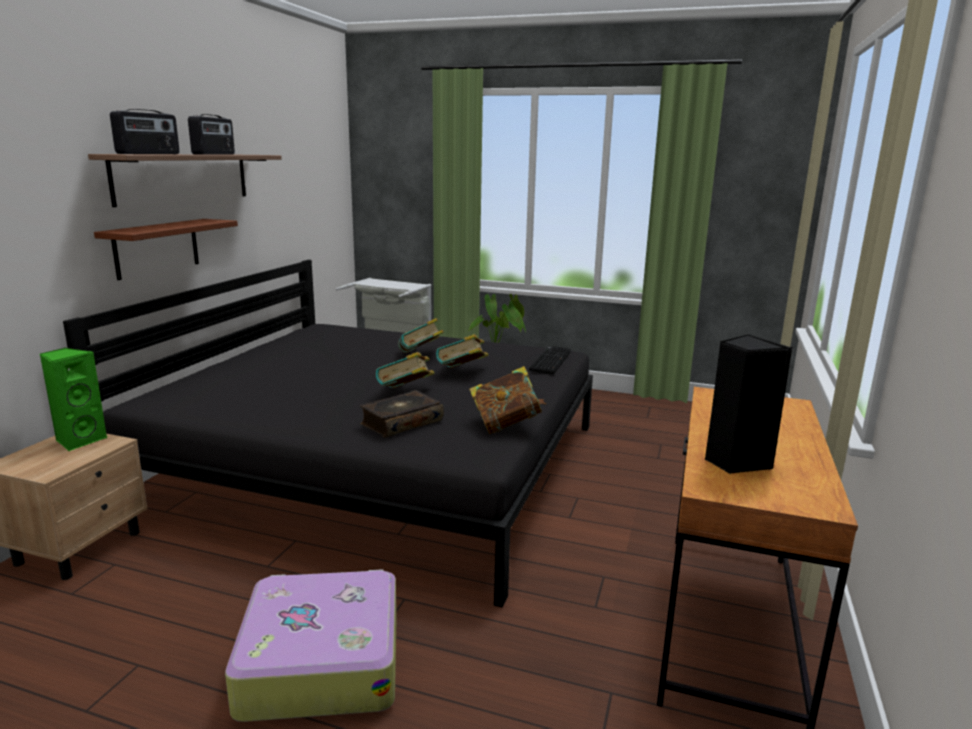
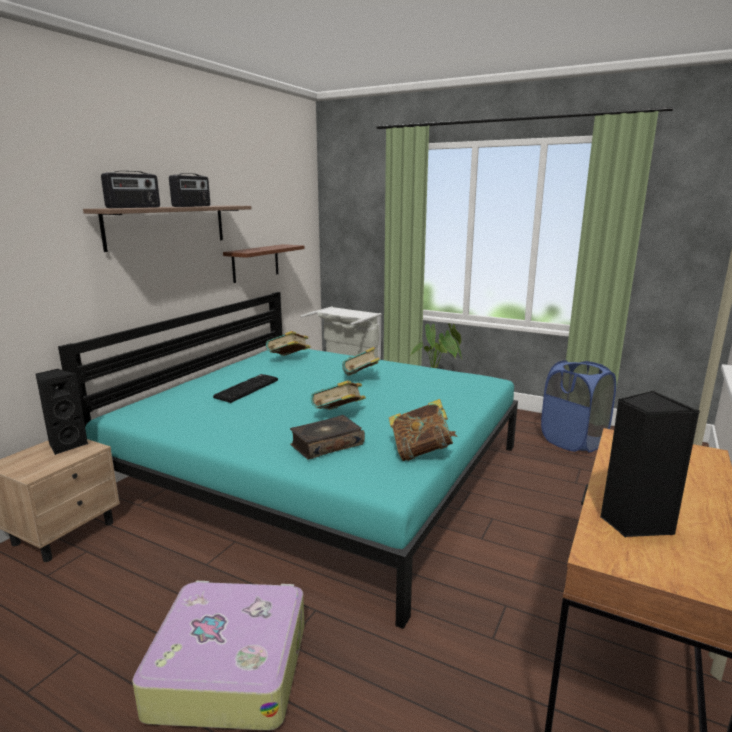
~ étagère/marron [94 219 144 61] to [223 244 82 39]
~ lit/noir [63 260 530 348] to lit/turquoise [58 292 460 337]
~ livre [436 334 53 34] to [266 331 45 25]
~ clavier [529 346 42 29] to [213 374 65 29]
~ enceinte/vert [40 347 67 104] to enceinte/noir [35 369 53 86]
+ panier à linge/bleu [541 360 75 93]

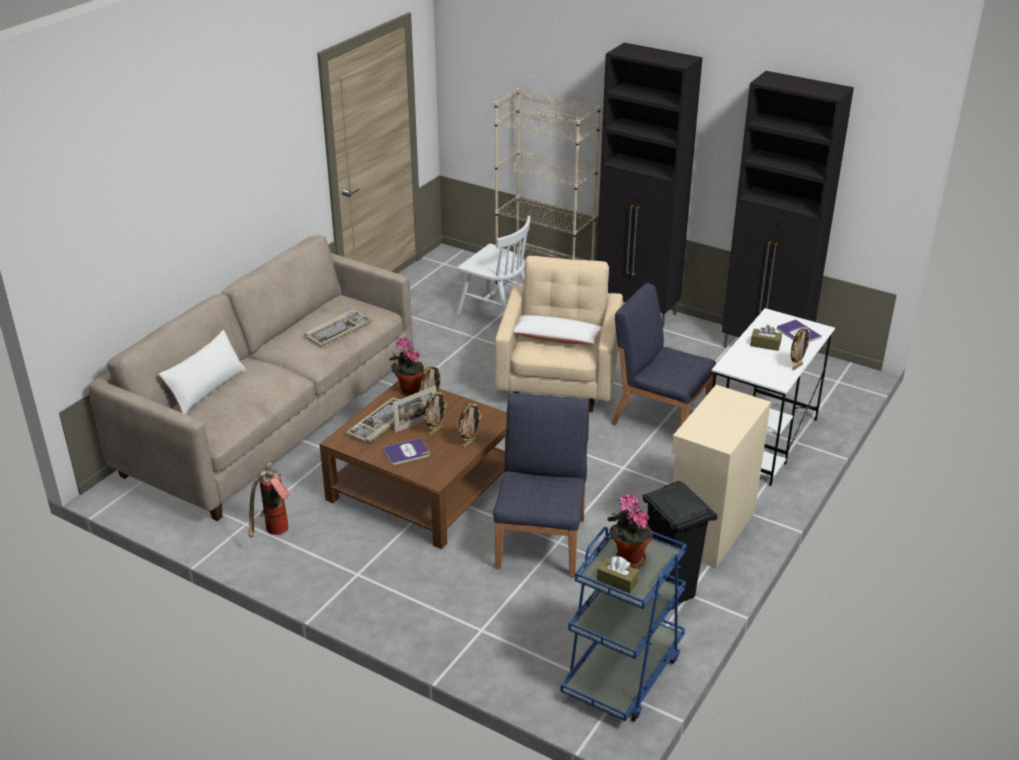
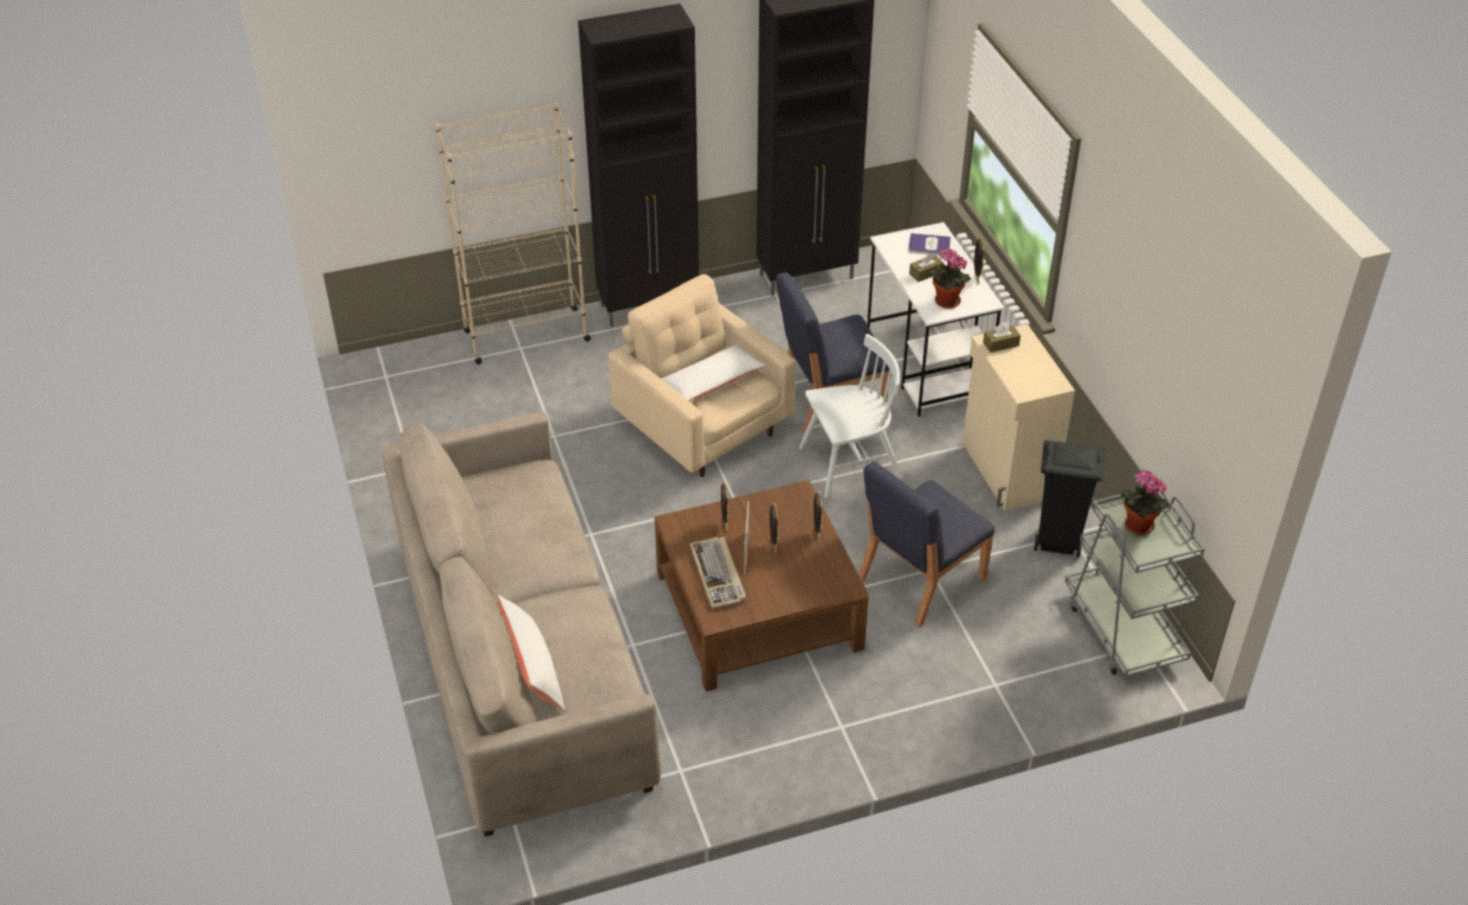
~ chaise/blanc [456 216 74 99] to [799 334 104 164]
- clavier [304 310 68 36]
~ plante en pot [389 338 35 58] to [929 248 42 61]
~ chaise/bleu [493 393 96 184] = [859 462 136 166] 90 degrees counterclockwise
- livre [383 438 47 27]
- extincteur [249 461 41 77]
~ chariot/bleu [560 523 127 199] to chariot/gris [1065 492 140 185]
~ boîte à mouchoirs/marron [597 556 42 37] to [983 322 38 31]

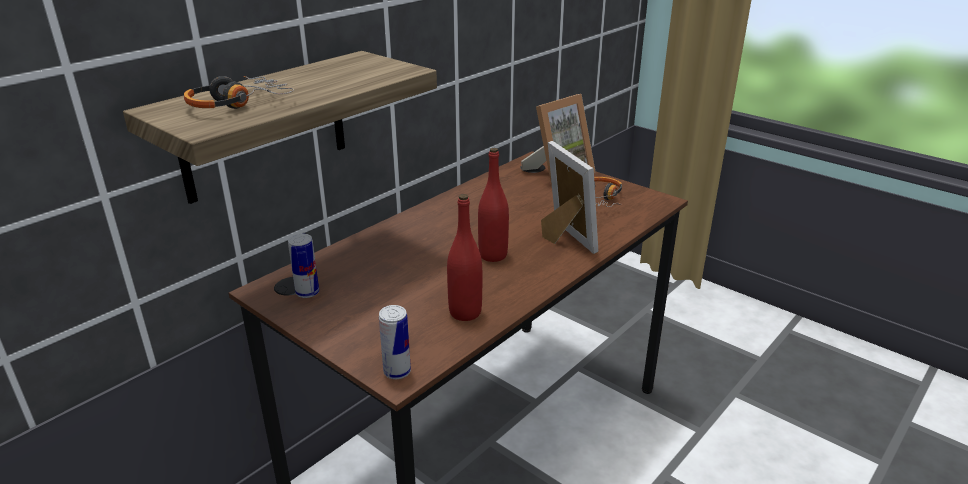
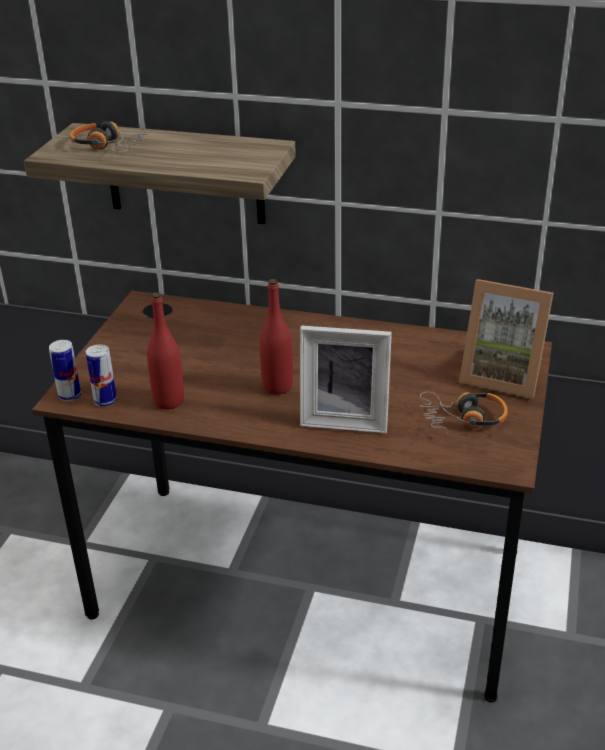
~ cadre photo [541 141 57 113] = [300 325 92 108] 60 degrees clockwise
~ boîte métallique [288 234 31 64] to [86 345 31 62]

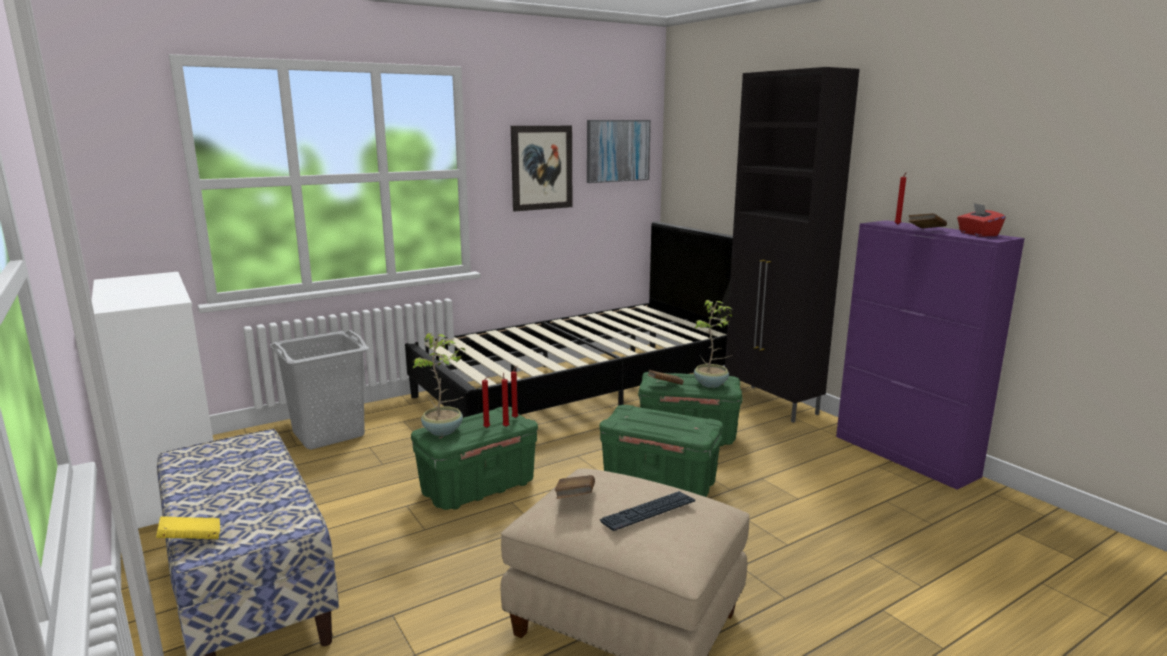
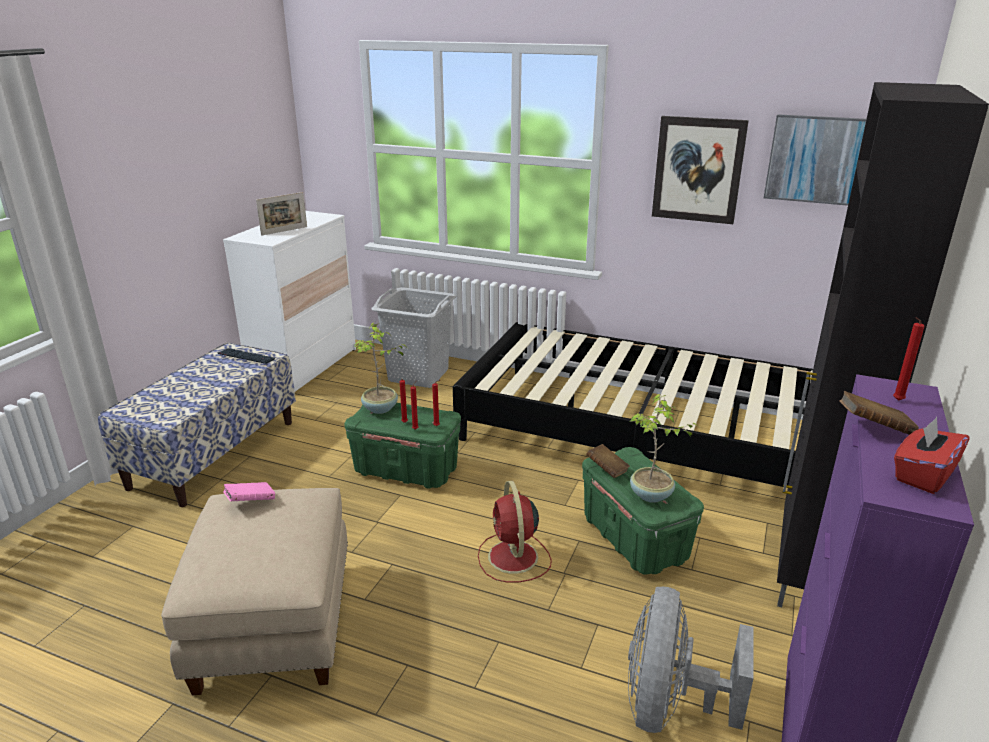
~ boîte de rangement/vert [599 405 124 92] to ventilateur/rouge [478 481 74 102]
~ livre/marron [554 475 41 24] to livre/rose [223 482 52 19]
~ clavier [600 491 95 40] to [218 348 57 16]
- livre/jaune [156 516 64 23]
+ cadre photo [256 192 51 44]
+ ventilateur/gris [628 587 126 146]

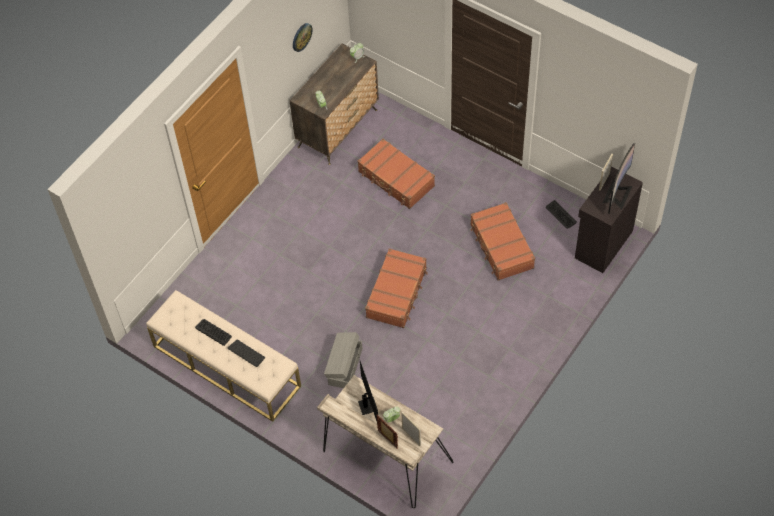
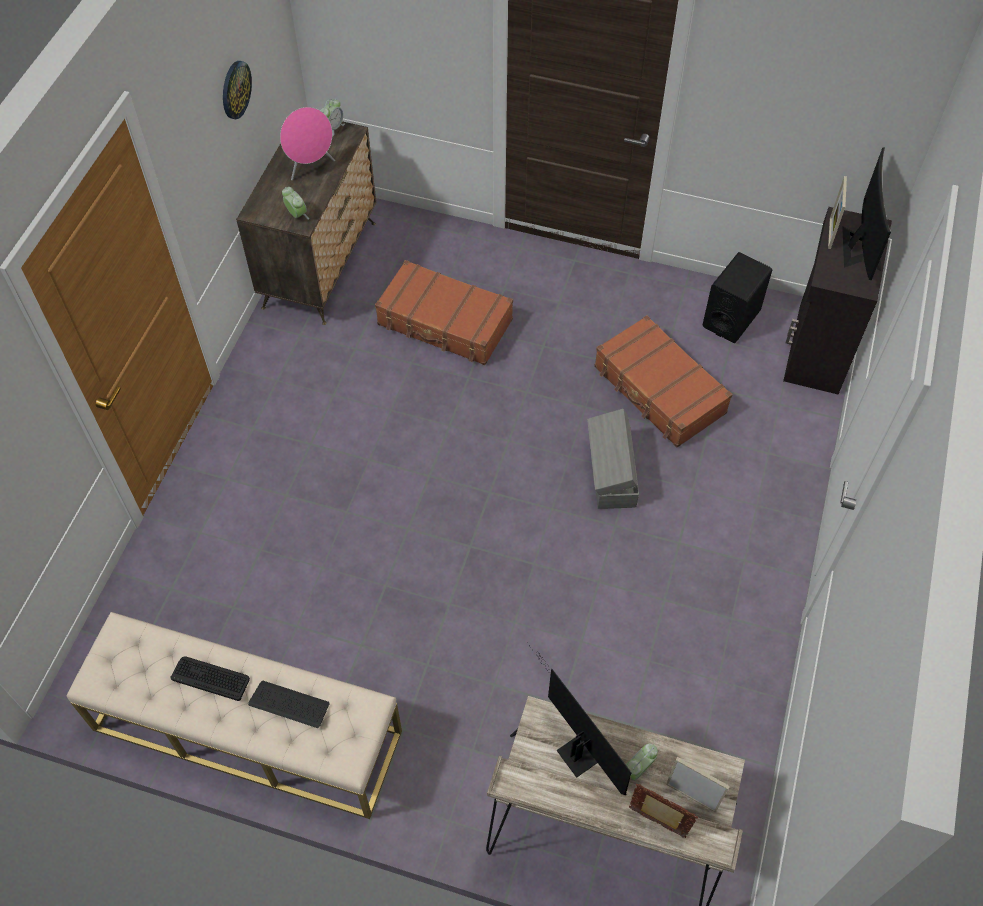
~ clavier [546 200 31 29] to enceinte/noir [702 252 70 91]
- valise/marron [365 248 63 80]
~ boîte de rangement/gris [324 332 38 56] to [587 409 52 100]
+ enceinte/rose [280 107 55 73]

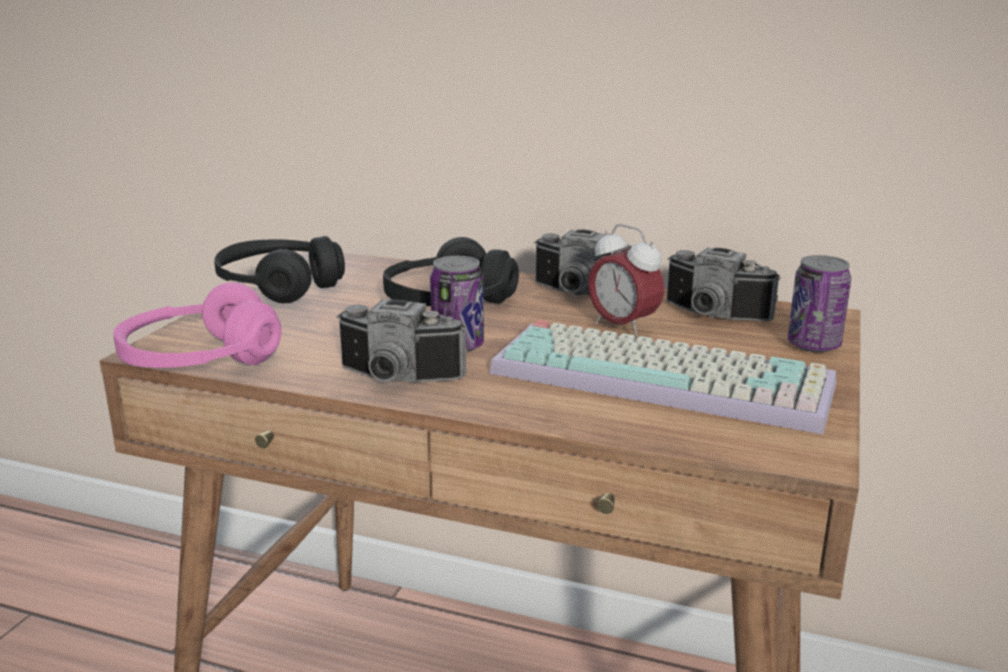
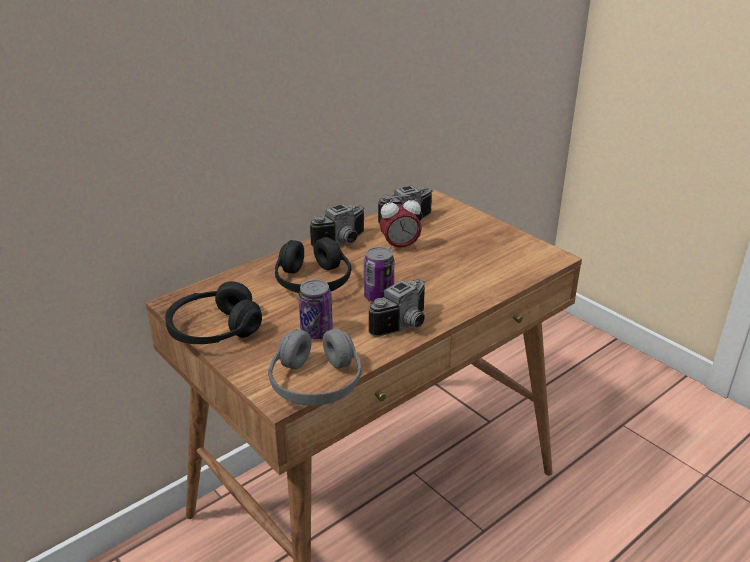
~ boîte métallique [788 255 63 98] to [298 279 35 61]
~ casque audio/rose [113 282 168 86] to casque audio/gris [268 328 94 78]
- clavier [489 320 347 114]

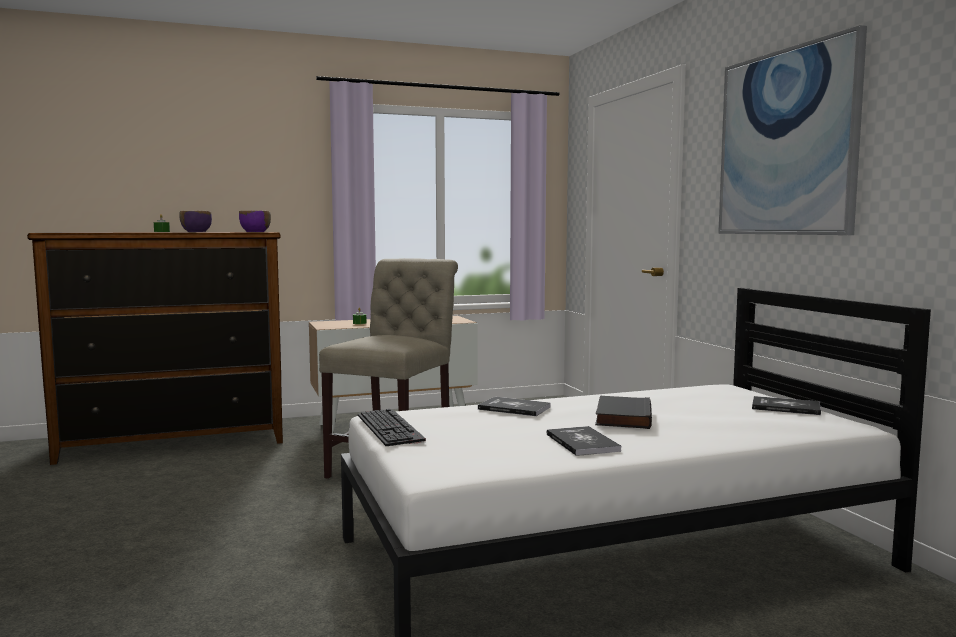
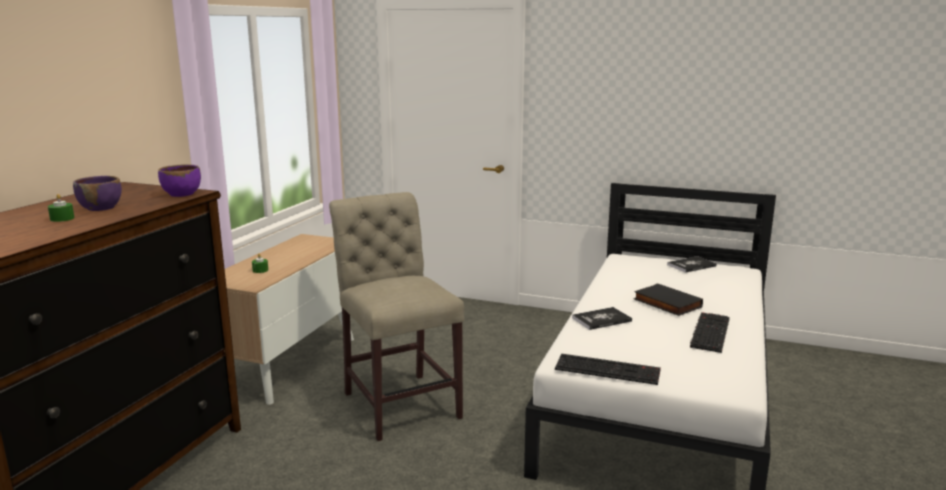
- tableau [718 25 149 210]
~ livre [546 426 75 30] to clavier [690 312 40 41]

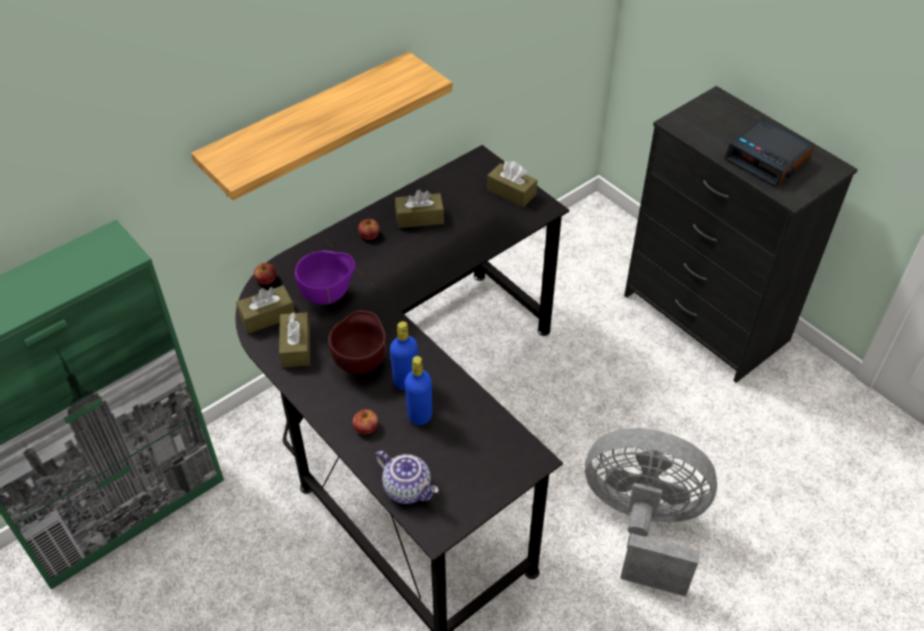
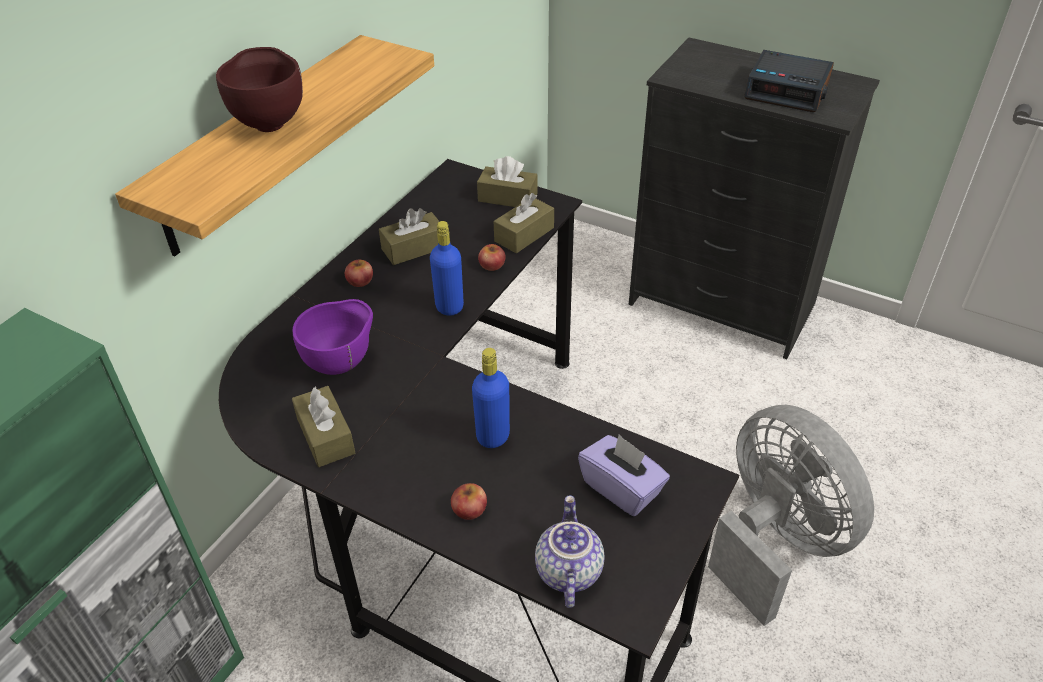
~ pomme [254 263 23 22] to [478 244 28 27]
~ boîte à mouchoirs/marron [236 285 59 49] to [493 193 61 60]
~ bol/marron [329 310 58 64] to [216 47 87 85]
~ bouteille/bleu [405 356 27 69] to [430 221 34 95]
~ ventilateur/gris [585 428 132 169] = [708 405 166 221] 60 degrees clockwise
~ théière [375 451 64 53] = [535 495 70 113] 105 degrees counterclockwise
+ boîte à mouchoirs/violet [578 434 92 82]

